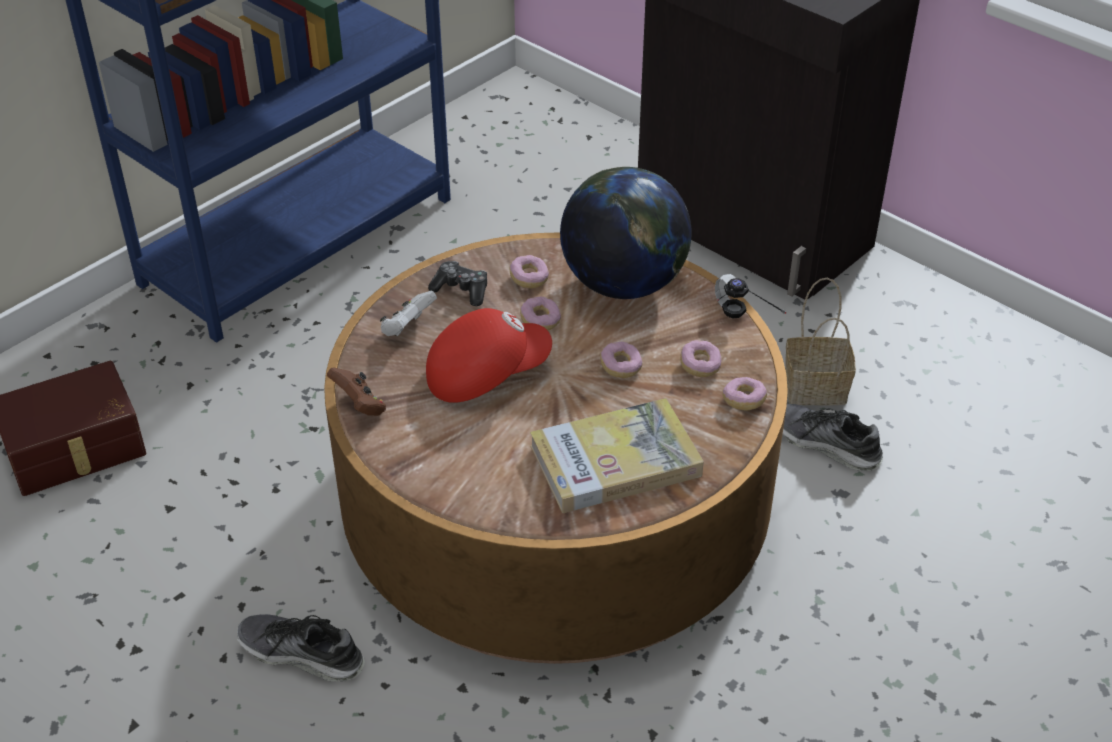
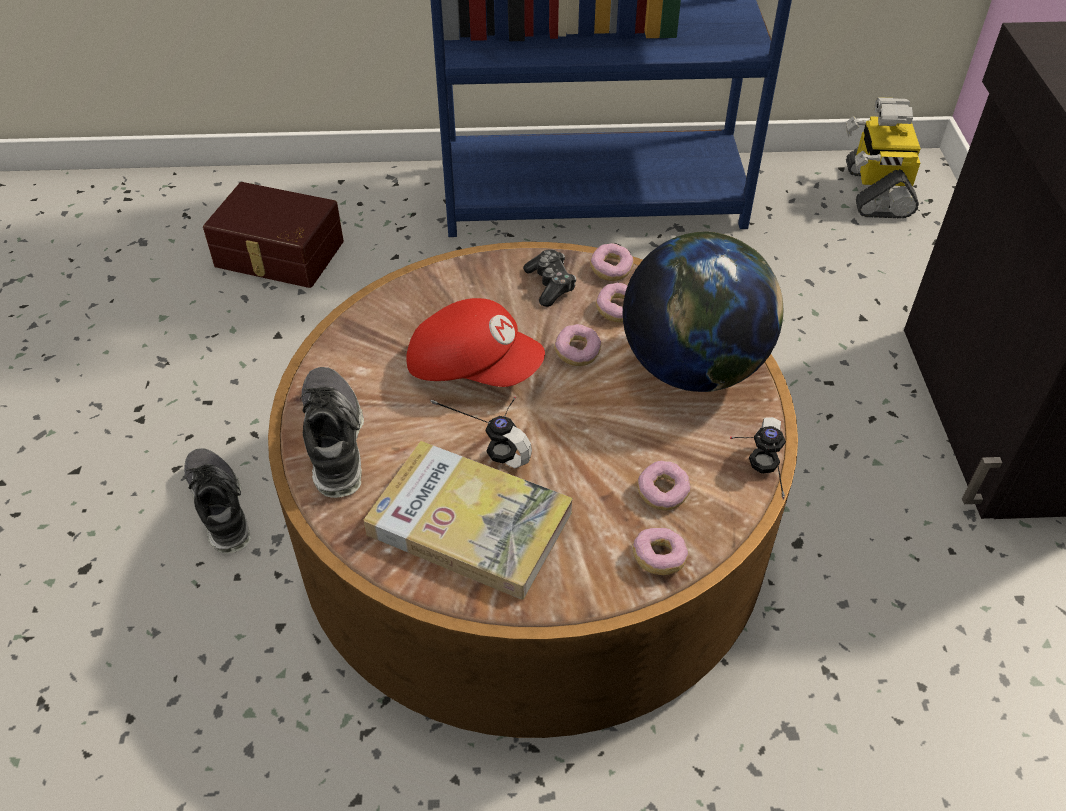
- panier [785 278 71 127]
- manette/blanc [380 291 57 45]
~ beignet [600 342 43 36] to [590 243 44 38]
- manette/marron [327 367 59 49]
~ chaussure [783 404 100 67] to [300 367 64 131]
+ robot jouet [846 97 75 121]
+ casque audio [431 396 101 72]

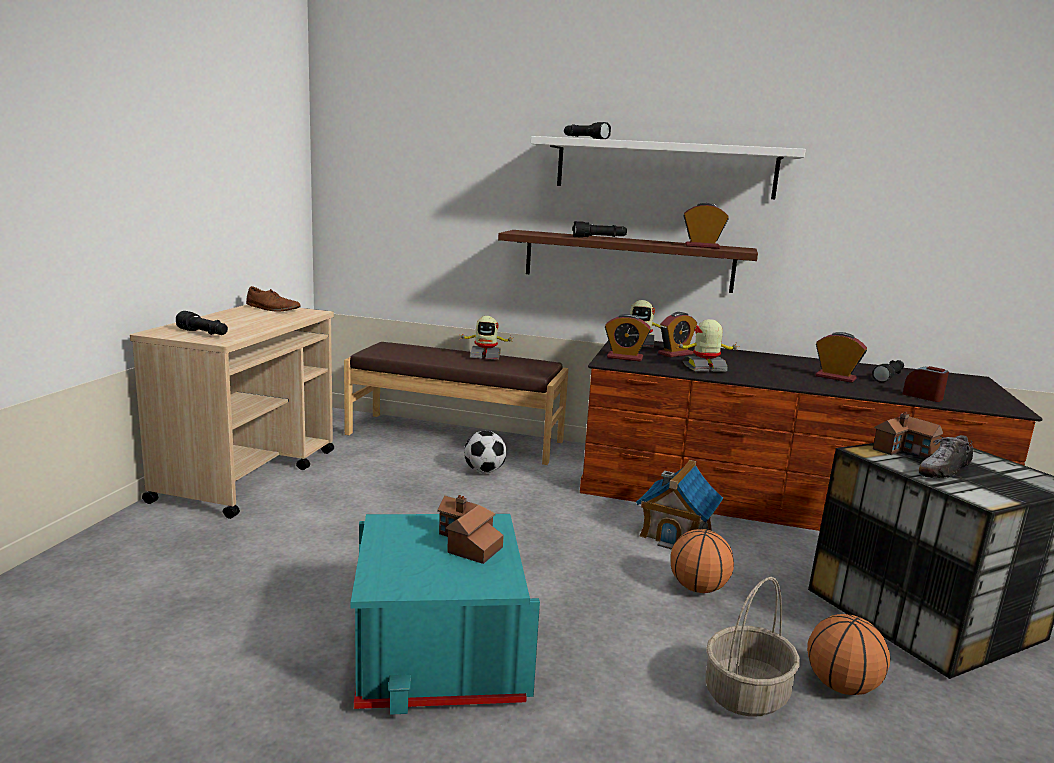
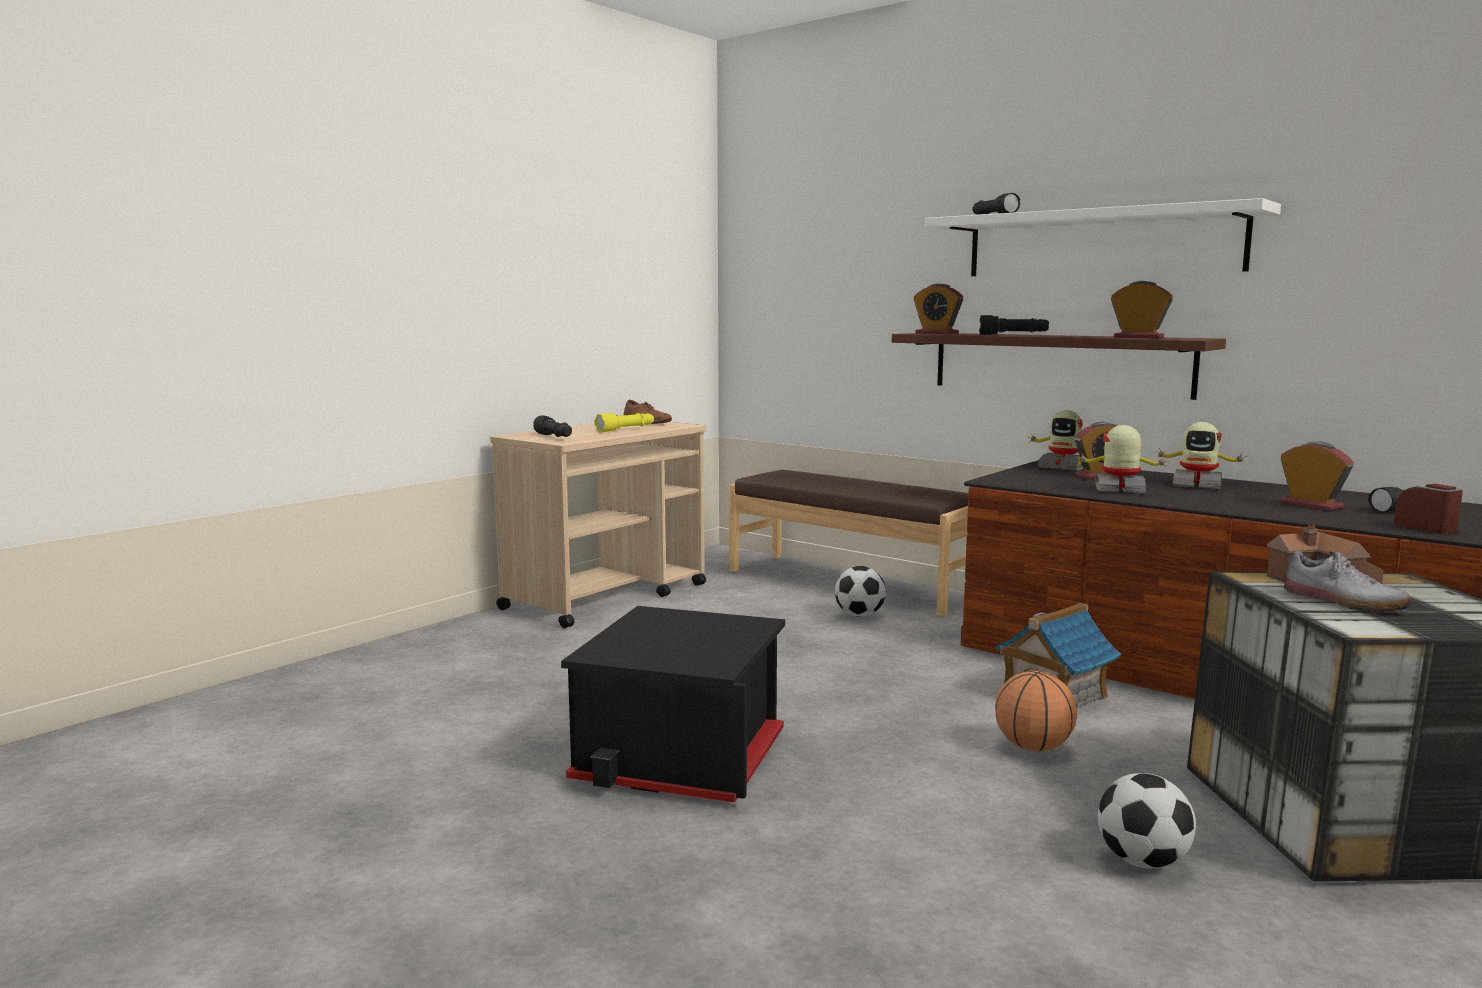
~ réveil [605 314 46 47] to [914 284 49 50]
~ robot jouet [459 316 54 44] to [1155 422 93 67]
~ chaussure [919 435 54 43] = [1283 551 128 61] 120 degrees counterclockwise
- maison miniature [437 495 67 69]
~ boîte de rangement/turquoise [351 514 189 201] to boîte de rangement/noir [561 606 224 196]
- panier [705 577 95 140]
~ ballon de basket [807 614 83 81] to ballon de foot [1098 773 98 96]
+ lampe de poche/jaune [594 413 60 19]

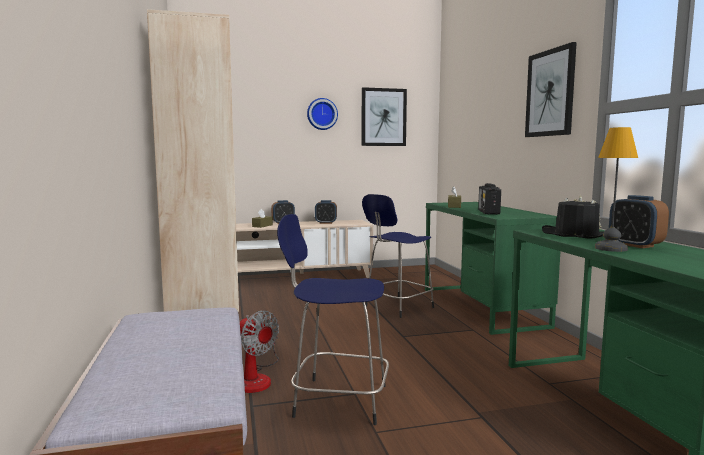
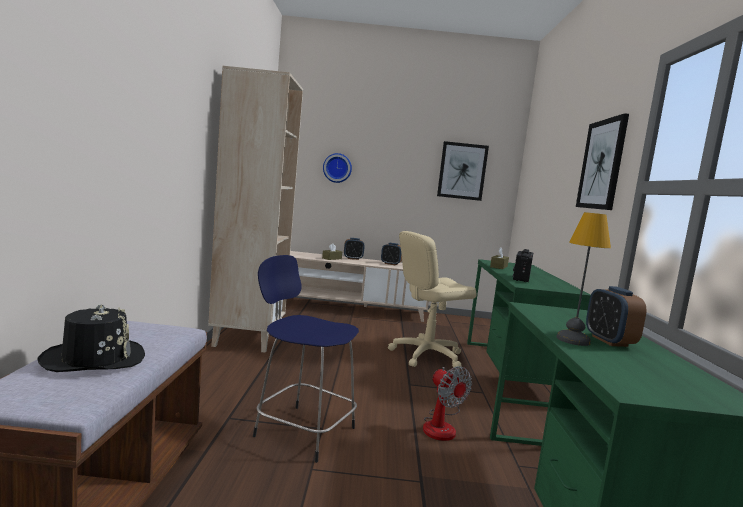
~ horloge murale [307 98 31 32] to [323 153 29 30]
~ tabouret/bleu [362 194 72 124] to chaise de bureau/beige [388 231 89 137]
~ chapeau/noir [542 195 61 43] to [37 304 108 68]
~ ventilateur [240 311 39 82] to [423 366 49 75]

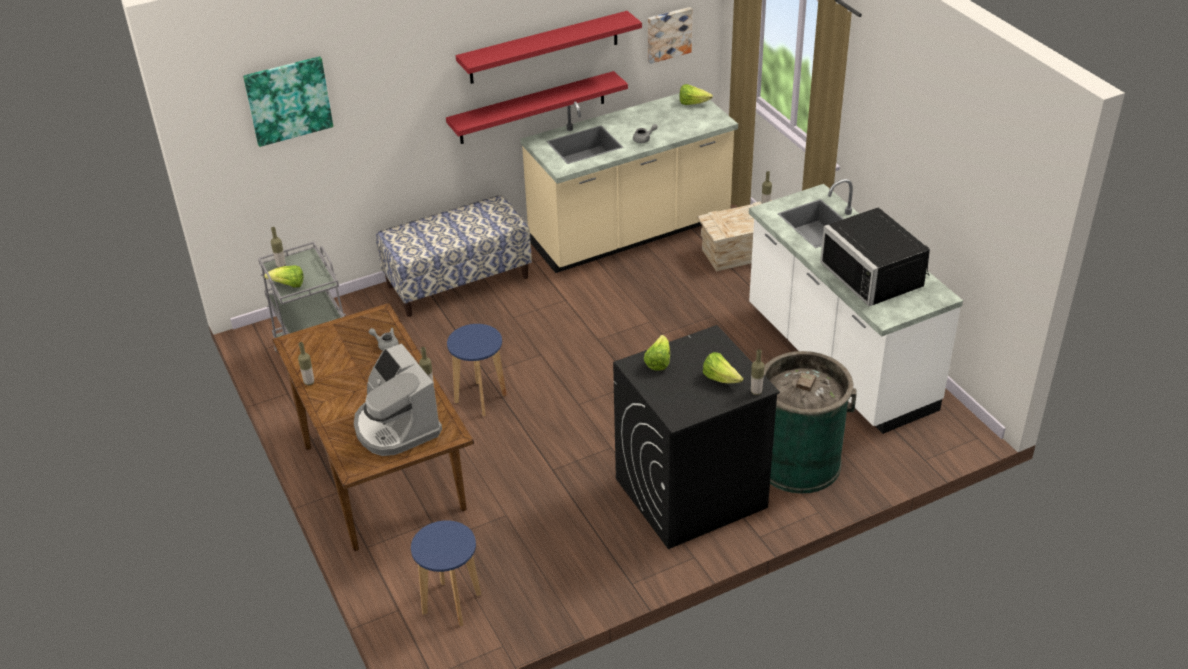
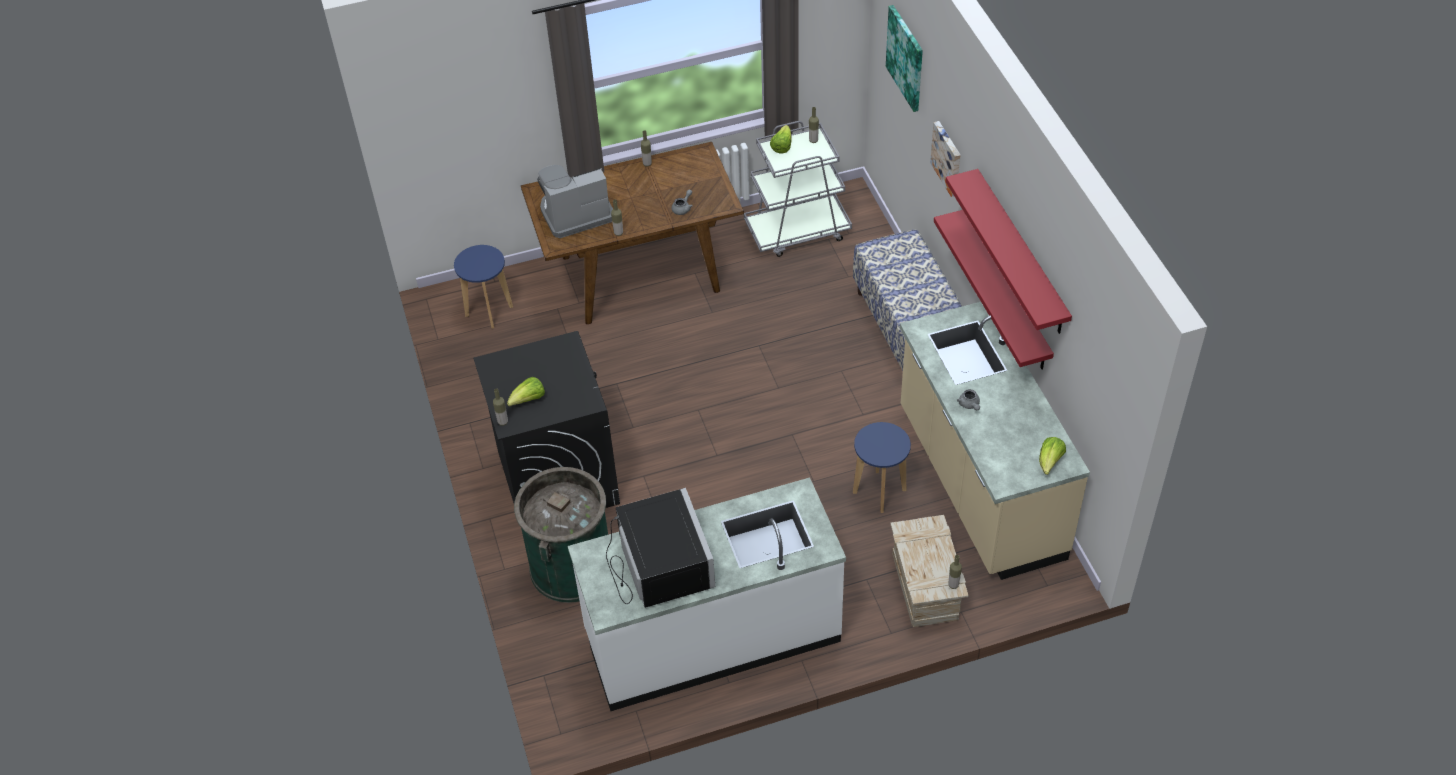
~ tableau [648 7 44 57] to [930 121 31 76]
~ micro-ondes/noir [820 207 110 99] = [606 488 109 120] 90 degrees clockwise
~ tabouret/bleu [447 324 60 92] to [853 422 58 91]
- laitue [644 335 26 36]

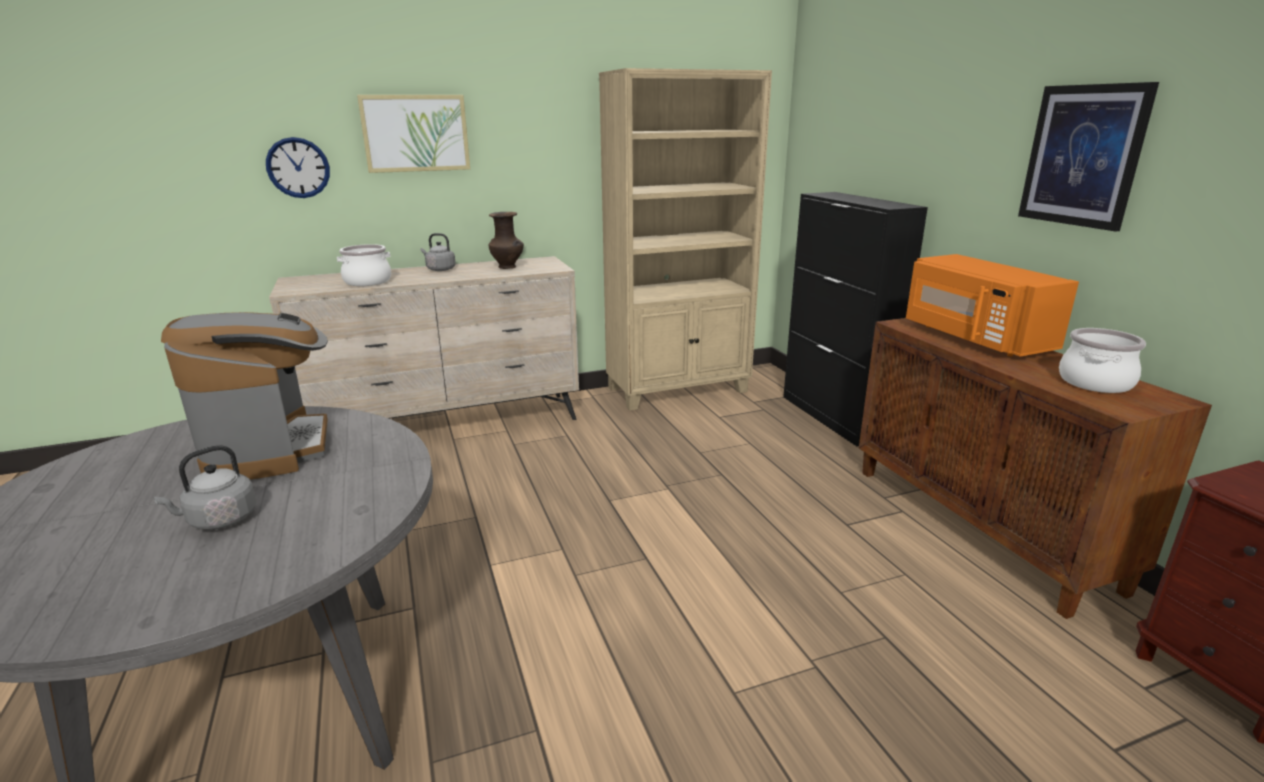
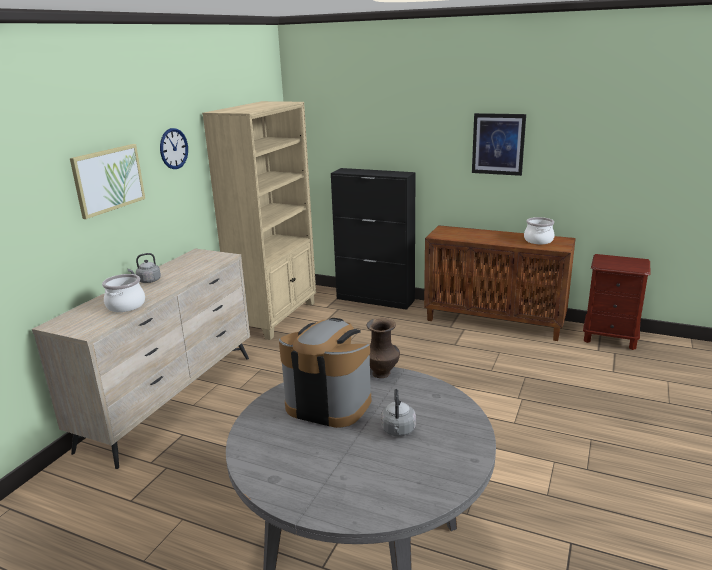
~ horloge murale [266 137 64 61] to [160 128 28 41]
~ vase/marron [489 212 35 57] to [367 318 33 60]
- micro-ondes/orange [906 254 173 103]

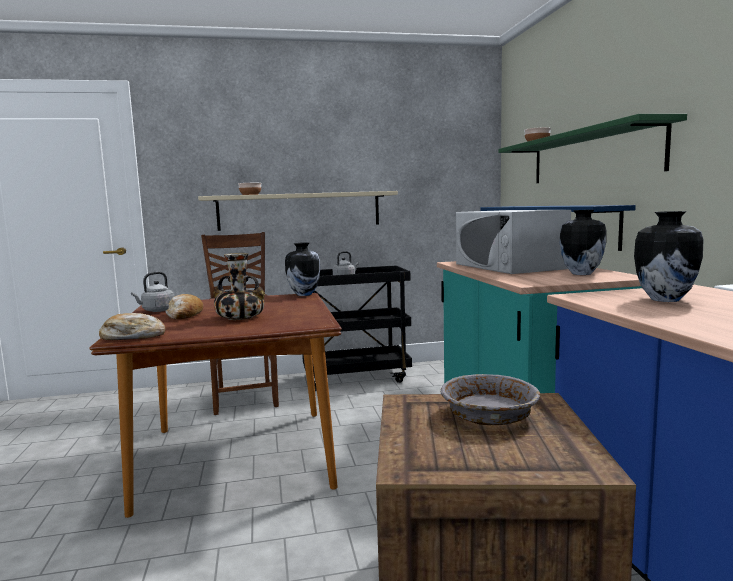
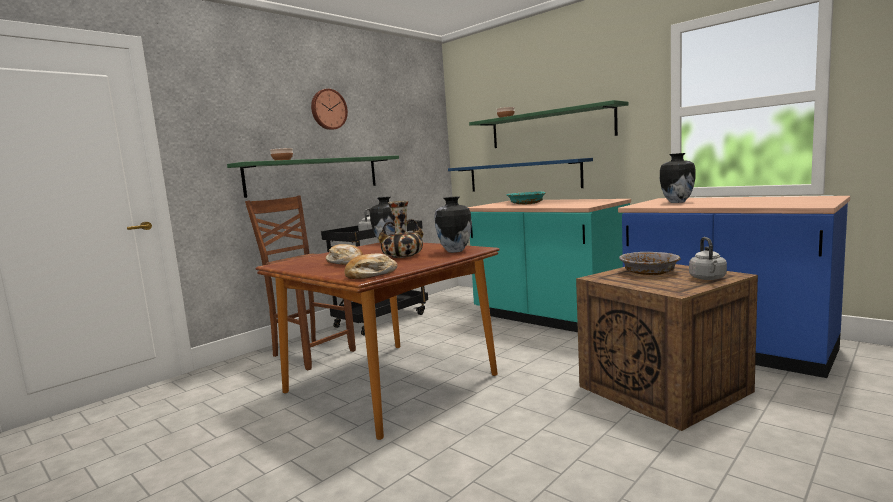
~ étagère/beige [198 191 200 40] to étagère/vert [227 155 172 43]
~ micro-ondes/blanc [456 210 115 64] to bol/turquoise [507 191 39 14]
~ vase [560 210 46 65] to [435 197 37 56]
~ bouilloire/gris [131 272 43 40] to [689 237 38 43]
+ horloge murale [311 89 37 41]

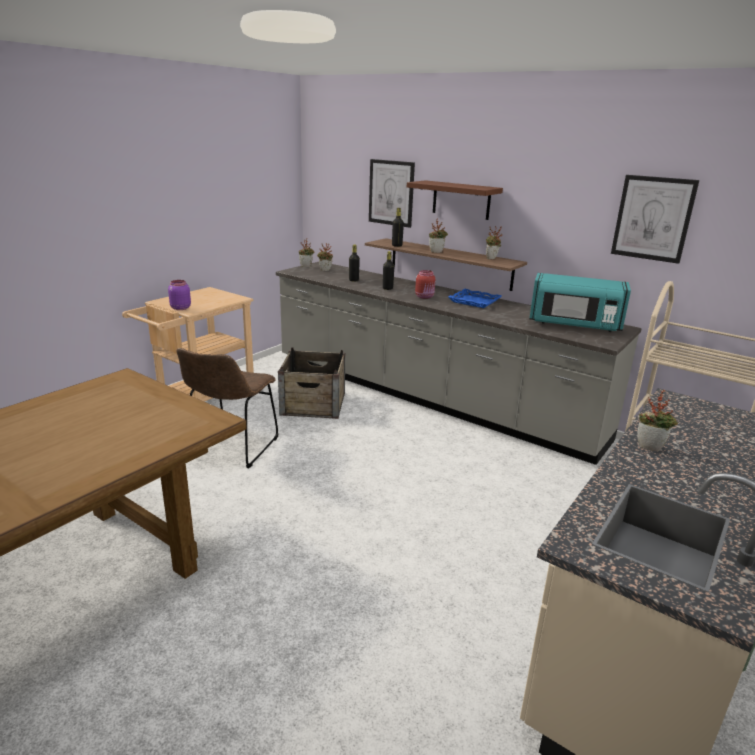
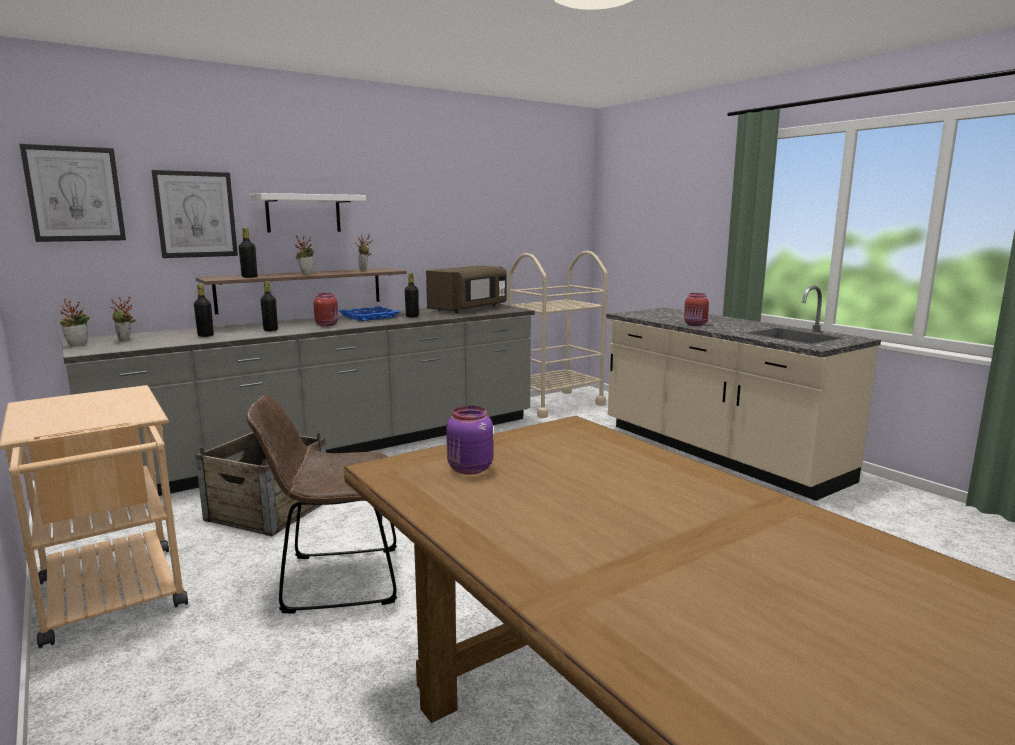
~ tableau [611 175 88 89] to [19 144 107 98]
~ étagère/marron [407 180 96 40] to étagère/blanc [250 193 116 40]
~ micro-ondes/turquoise [530 273 101 59] to micro-ondes/marron [426 266 81 47]
~ bocal/violet [168 280 23 30] to [446 406 47 69]
~ chaise/marron [176 348 102 120] = [247 395 150 218] 135 degrees clockwise
~ plante en pot [637 390 41 61] to bocal/rouge [684 293 25 33]
+ bouteille/noir [405 273 14 44]

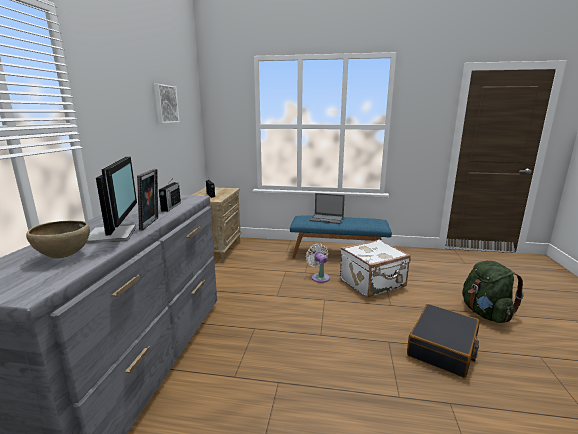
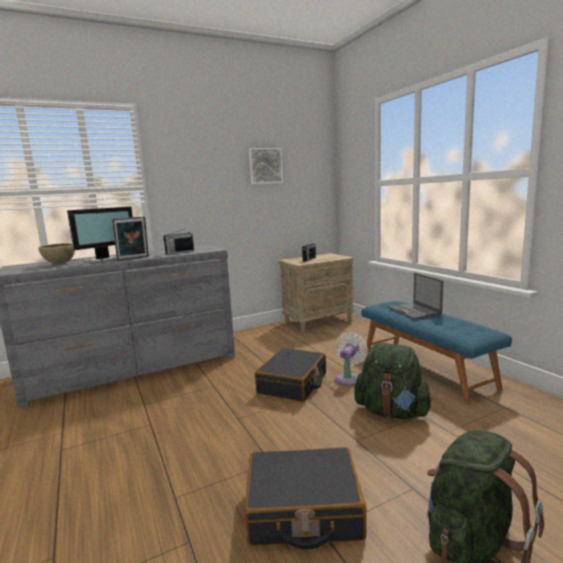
~ valise/blanc [340 239 71 59] to sac à dos/vert [354 343 79 76]
+ valise/noir [255 348 71 54]

